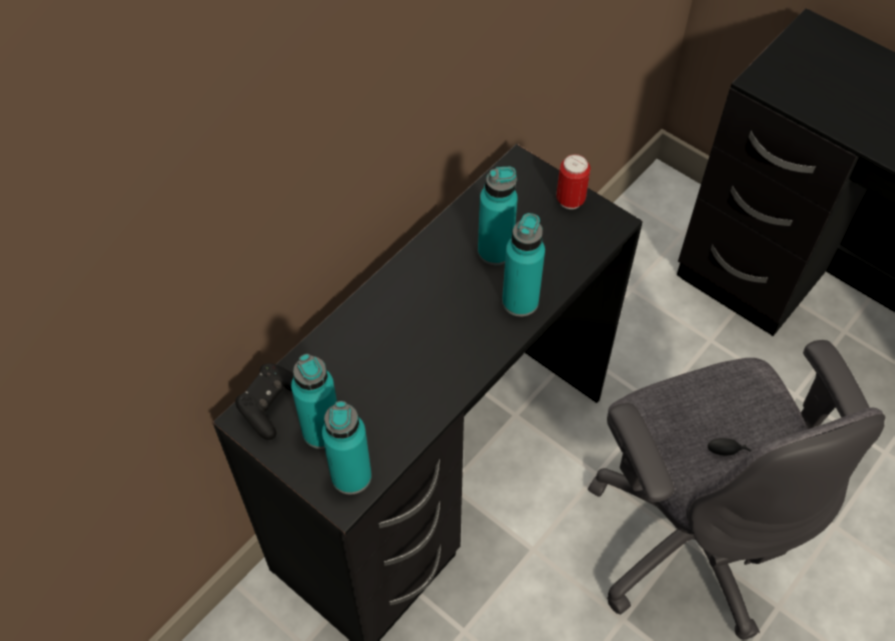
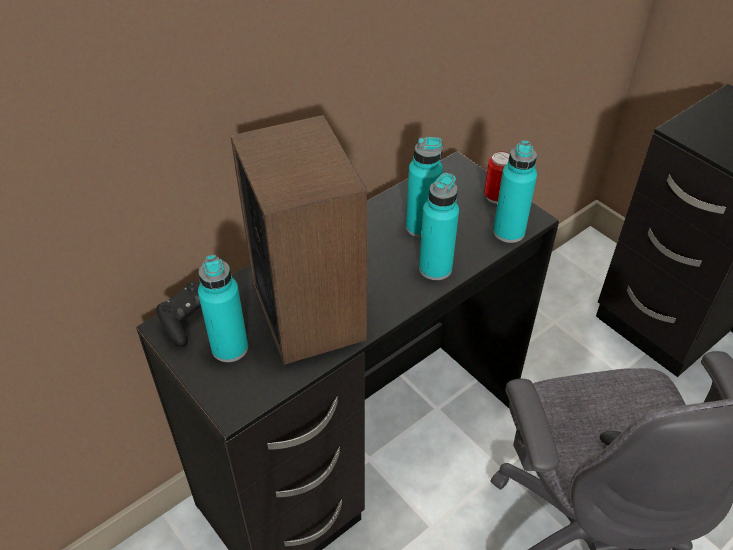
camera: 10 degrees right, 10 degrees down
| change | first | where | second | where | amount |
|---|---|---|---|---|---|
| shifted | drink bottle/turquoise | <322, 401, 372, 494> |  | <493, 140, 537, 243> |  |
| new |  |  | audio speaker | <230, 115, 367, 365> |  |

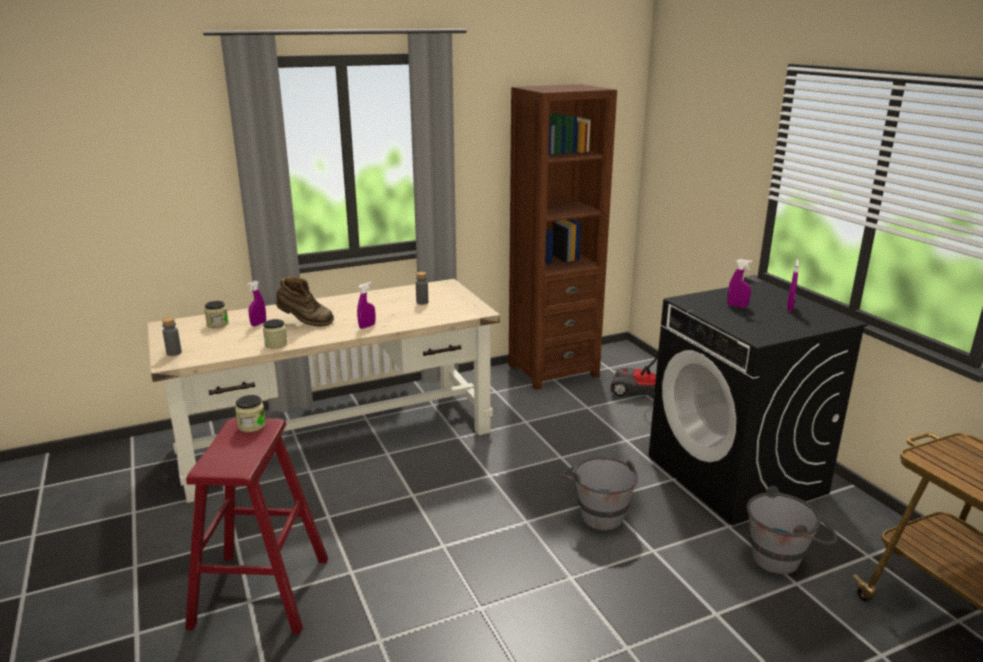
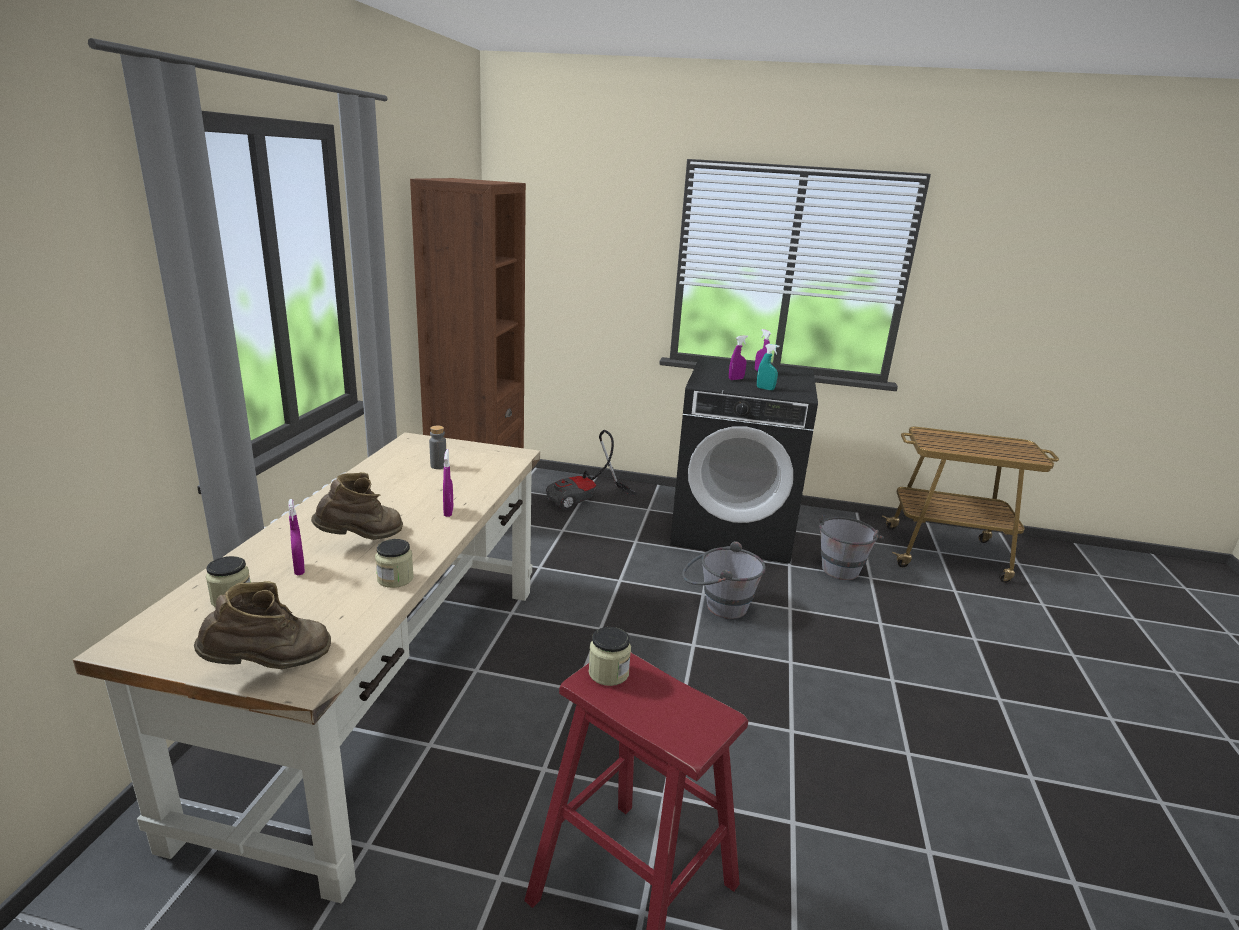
camera: 55 degrees left, 0 degrees up
| change | first | where | second | where | amount |
|---|---|---|---|---|---|
| swapped | drink bottle/greyish | <162, 317, 182, 356> | tall boot/brown | <194, 581, 331, 669> |  |
| new |  |  | sprayer/turquoise | <757, 344, 779, 390> |  |

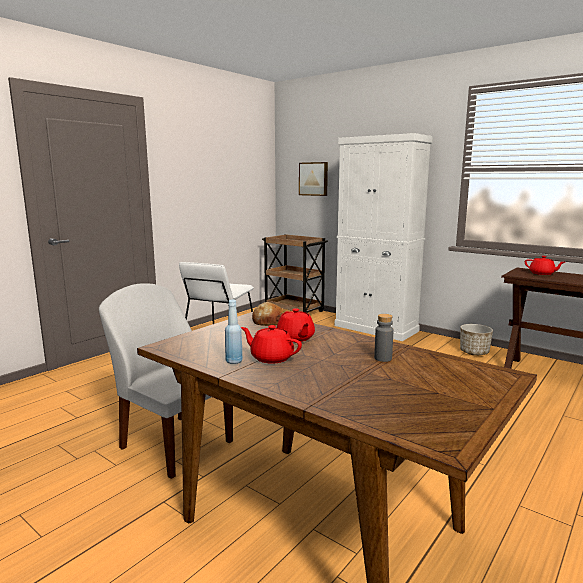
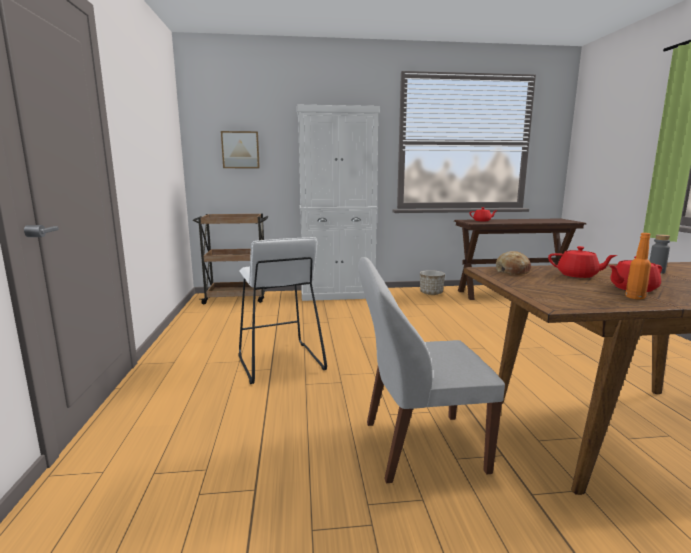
camera: 45 degrees left, 0 degrees up
| change | first | where | second | where | amount |
|---|---|---|---|---|---|
| repainted | drink bottle/blue-coloured | <225, 300, 243, 364> | drink bottle/orangey | <625, 233, 651, 300> |  |

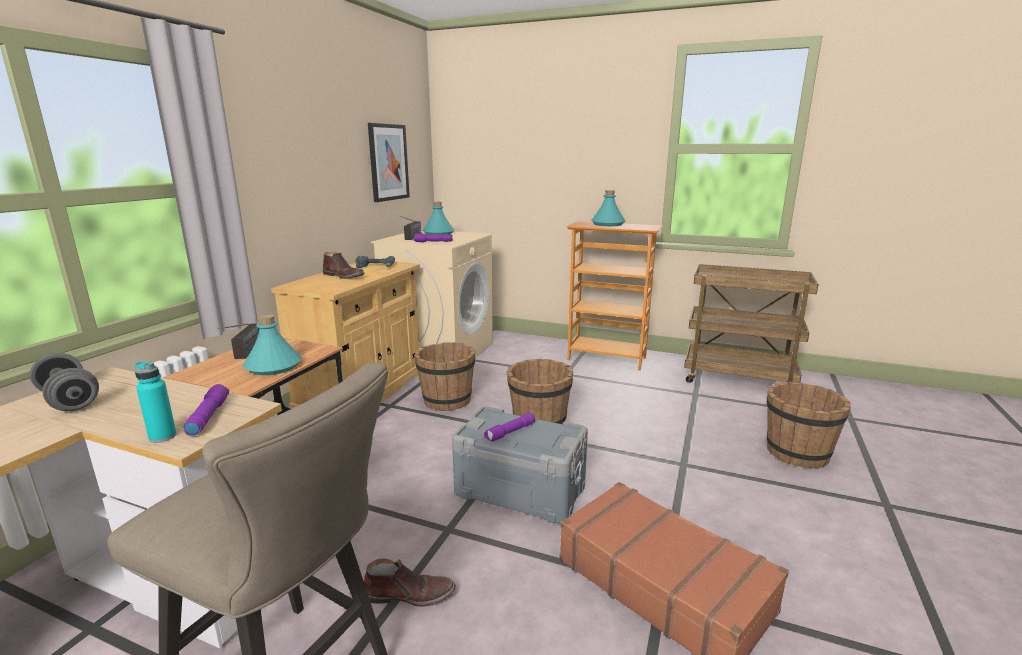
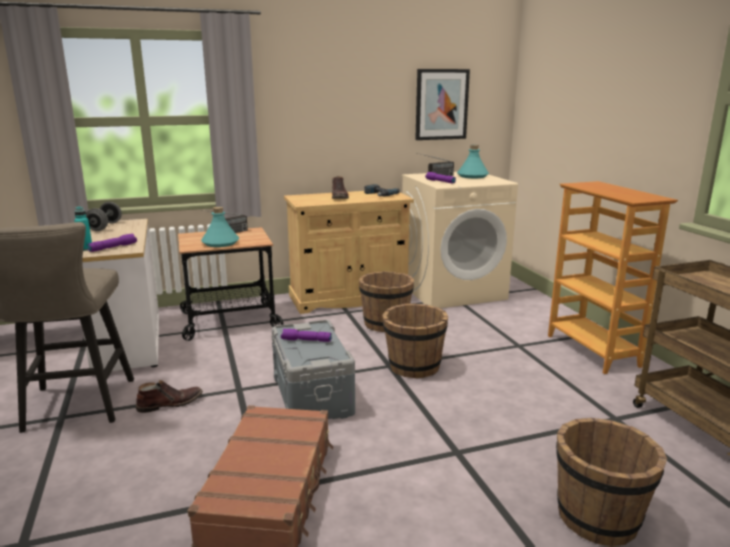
camera: 50 degrees right, 0 degrees up
| change | first | where | second | where | amount |
|---|---|---|---|---|---|
| gone | drink bottle/turquoise | <591, 190, 625, 226> |  |  |  |
| rotated | tall boot/brown | <364, 559, 456, 607> |  | <136, 380, 203, 413> | 75 degrees counterclockwise |

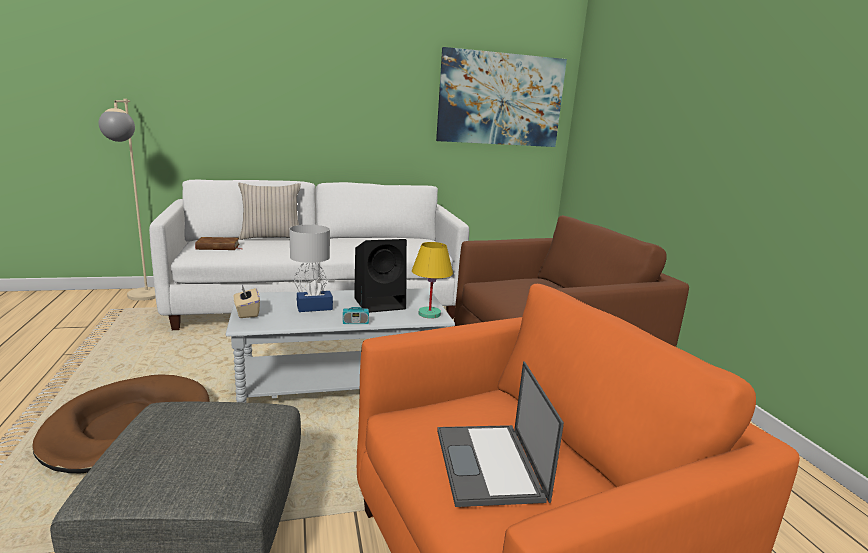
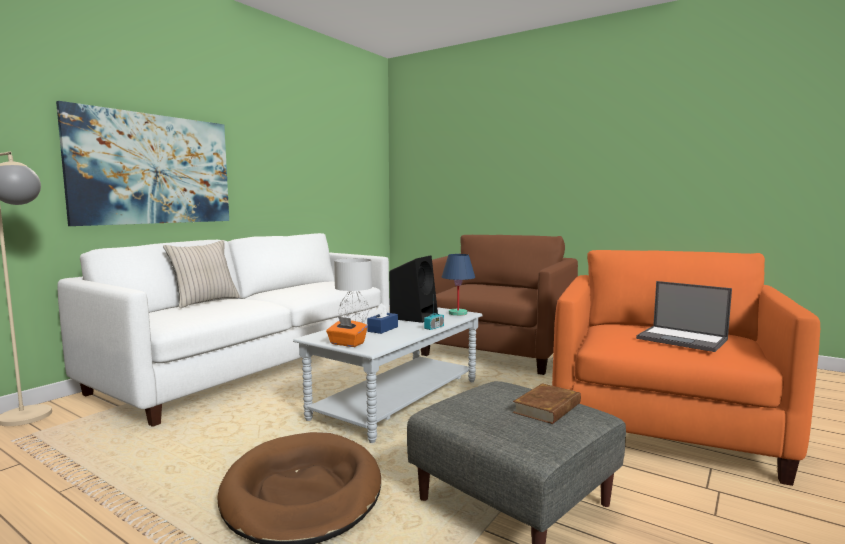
camera: 40 degrees left, 10 degrees down
| change | first | where | second | where | amount |
|---|---|---|---|---|---|
| shifted | wall picture | <436, 47, 567, 147> |  | <56, 101, 229, 226> |  |
| shifted | book/brown | <195, 237, 241, 250> |  | <513, 383, 581, 424> |  |
| repainted | lamp for a table/yellow | <412, 242, 453, 319> | lamp for a table/blue-coloured | <442, 254, 475, 316> |  |
| repainted | box of tissues/beige | <234, 285, 260, 318> | box of tissues/orangey | <326, 316, 368, 347> |  |

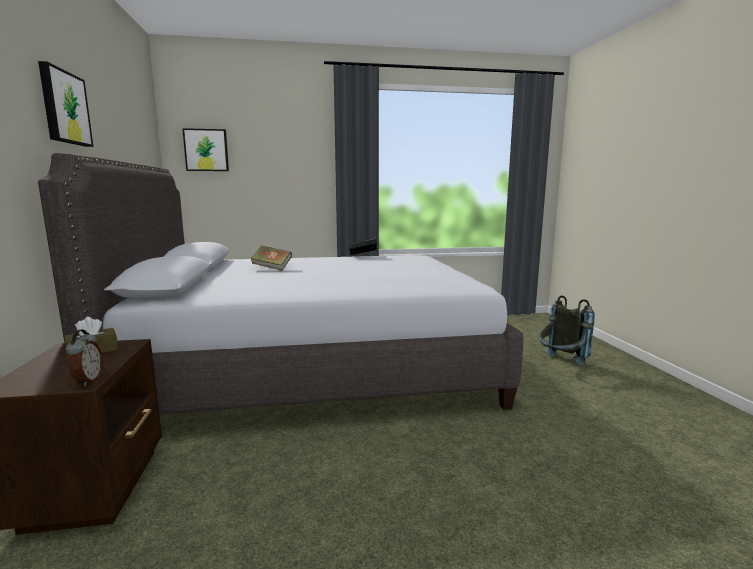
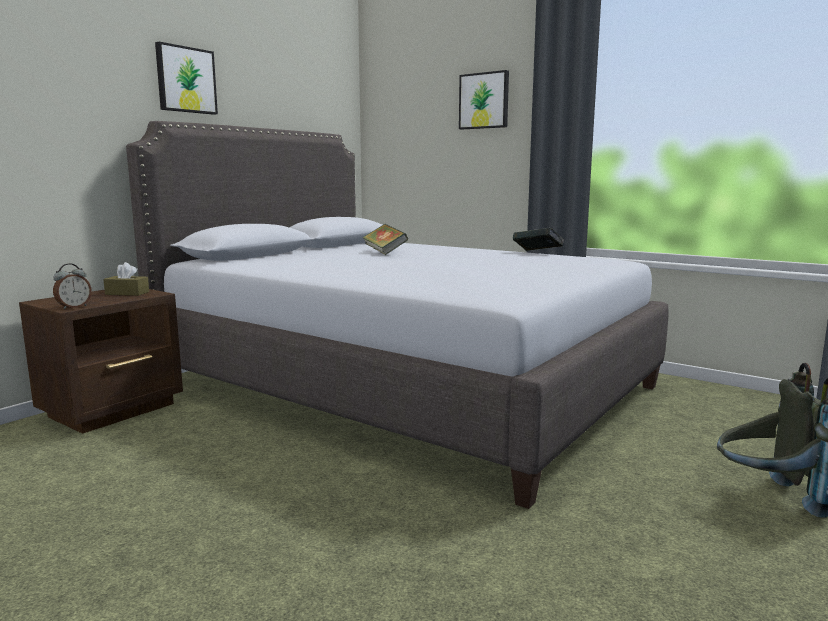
camera: 45 degrees right, 0 degrees up
| change | first | where | second | where | amount |
|---|---|---|---|---|---|
| shifted | wall picture | <182, 128, 229, 171> |  | <459, 70, 509, 129> |  |

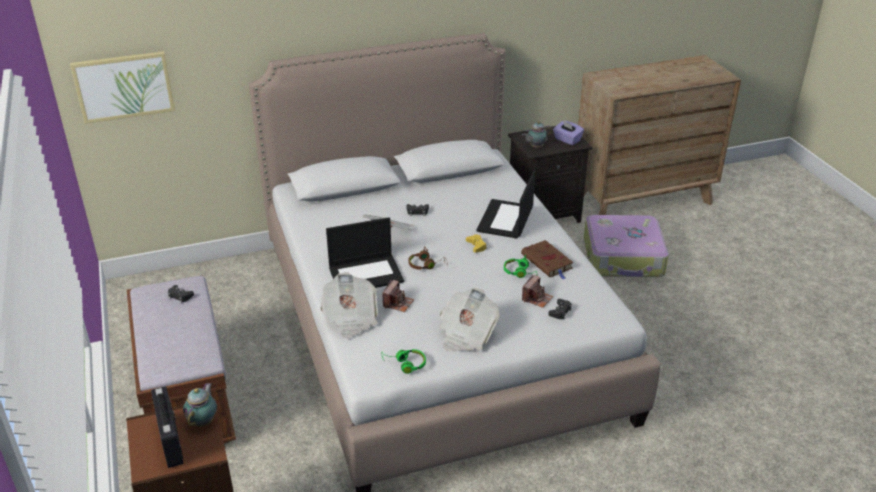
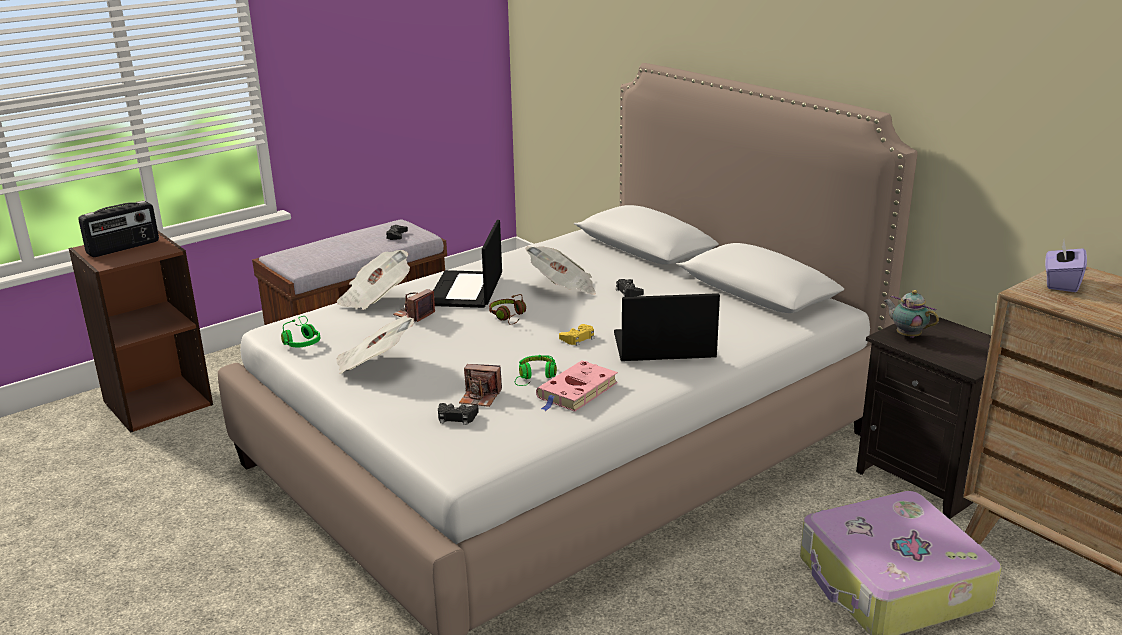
camera: 70 degrees right, 10 degrees down
| change | first | where | second | where | amount |
|---|---|---|---|---|---|
| gone | wall picture | <70, 51, 175, 124> |  |  |  |
| shifted | box of tissues/purple-coloured | <553, 121, 584, 145> |  | <1045, 240, 1087, 292> |  |
| rotated | laptop | <326, 217, 404, 288> |  | <433, 220, 502, 308> | 45 degrees clockwise |
| repainted | book/brown | <521, 240, 573, 280> | book/pinkish | <536, 360, 618, 412> |  |
| rotated | photo camera | <382, 280, 414, 312> |  | <393, 289, 435, 322> | 120 degrees clockwise |
| gone | pot for tea | <183, 383, 217, 427> |  |  |  |

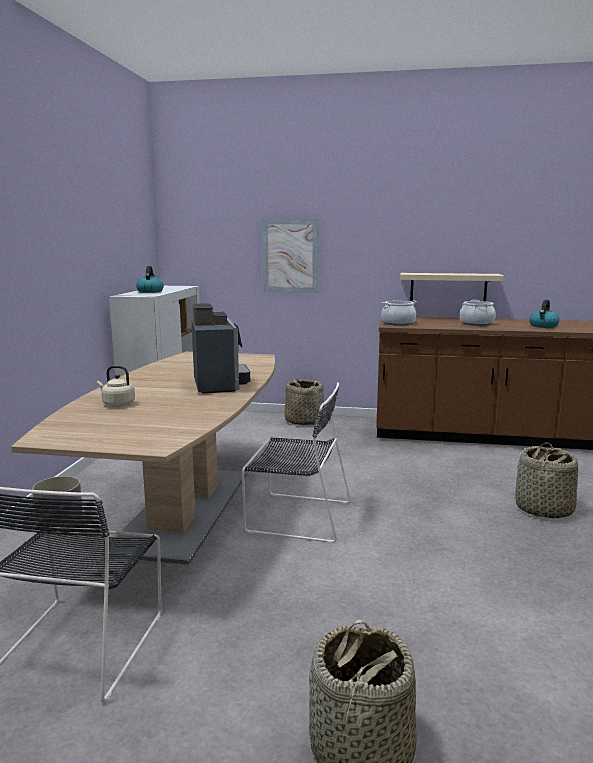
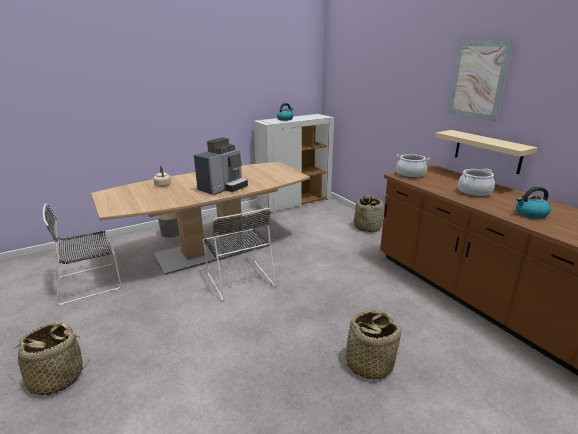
camera: 50 degrees right, 10 degrees up
| change | first | where | second | where | amount |
|---|---|---|---|---|---|
| shifted | wall picture | <262, 219, 319, 293> |  | <448, 40, 514, 121> |  |

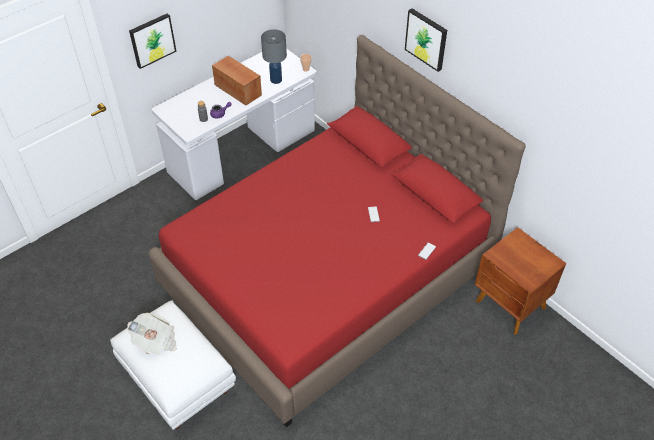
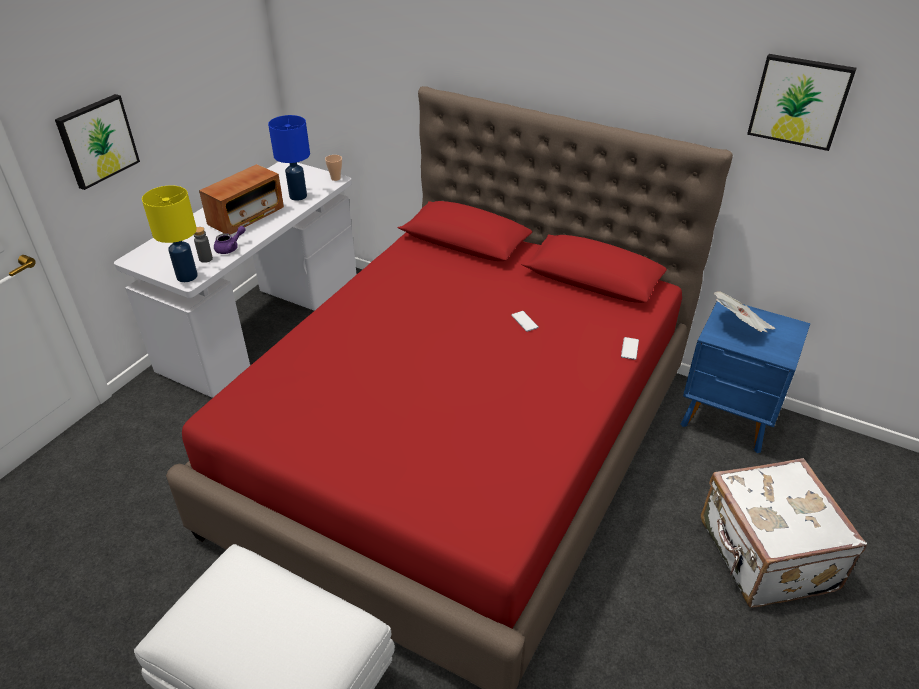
camera: 20 degrees left, 10 degrees down
| change | first | where | second | where | amount |
|---|---|---|---|---|---|
| shifted | wall picture | <405, 8, 447, 72> |  | <747, 54, 857, 151> |  |
| repainted | lamp for a table/greyish | <261, 29, 287, 84> | lamp for a table/blue-coloured | <268, 115, 310, 201> |  |
| rotated | radio | <212, 56, 262, 105> |  | <199, 164, 284, 235> | 105 degrees clockwise |
| repainted | nightstand/brown | <475, 227, 566, 335> | nightstand/blue-coloured | <681, 301, 810, 453> |  |
| shifted | daily paper | <127, 313, 177, 354> |  | <714, 292, 775, 332> |  |
| new |  |  | lamp for a table/yellow | <142, 185, 198, 282> |  |
| new |  |  | travel case/whitish | <701, 458, 867, 607> |  |

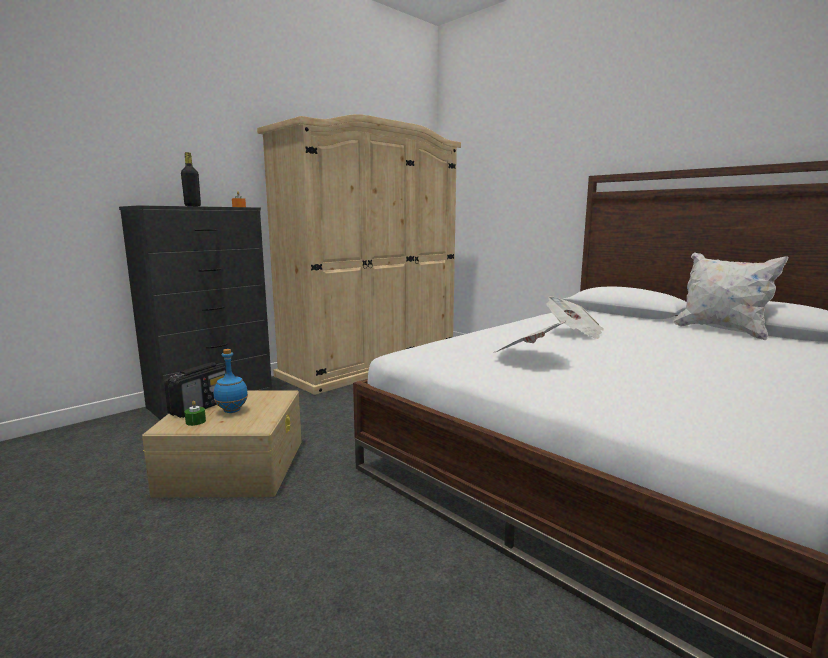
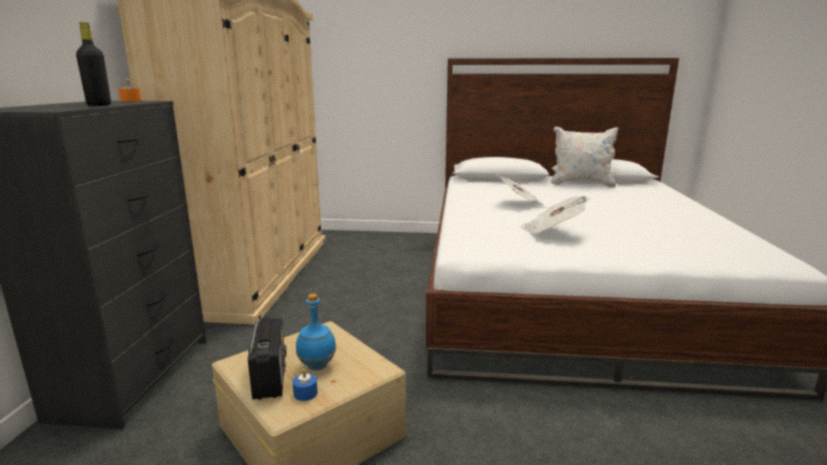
camera: 40 degrees left, 5 degrees up
| change | first | where | second | where | amount |
|---|---|---|---|---|---|
| repainted | wax candle/greenish | <184, 401, 206, 426> | wax candle/blue-coloured | <293, 369, 318, 401> |  |

